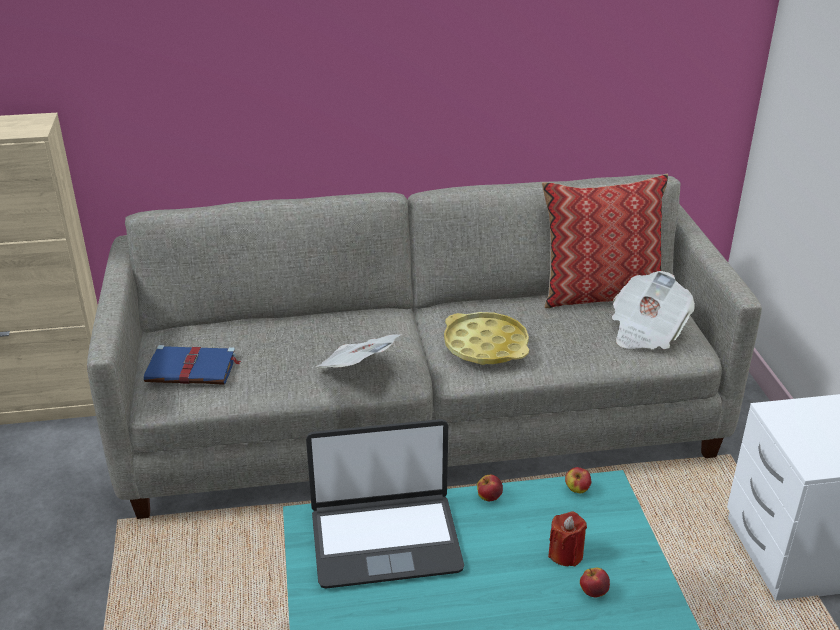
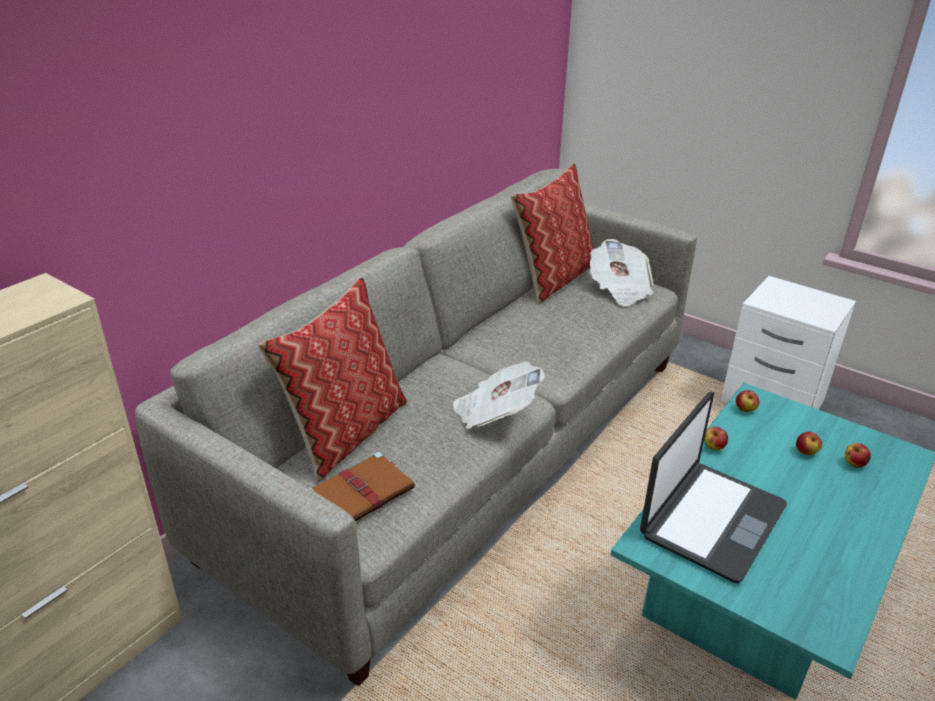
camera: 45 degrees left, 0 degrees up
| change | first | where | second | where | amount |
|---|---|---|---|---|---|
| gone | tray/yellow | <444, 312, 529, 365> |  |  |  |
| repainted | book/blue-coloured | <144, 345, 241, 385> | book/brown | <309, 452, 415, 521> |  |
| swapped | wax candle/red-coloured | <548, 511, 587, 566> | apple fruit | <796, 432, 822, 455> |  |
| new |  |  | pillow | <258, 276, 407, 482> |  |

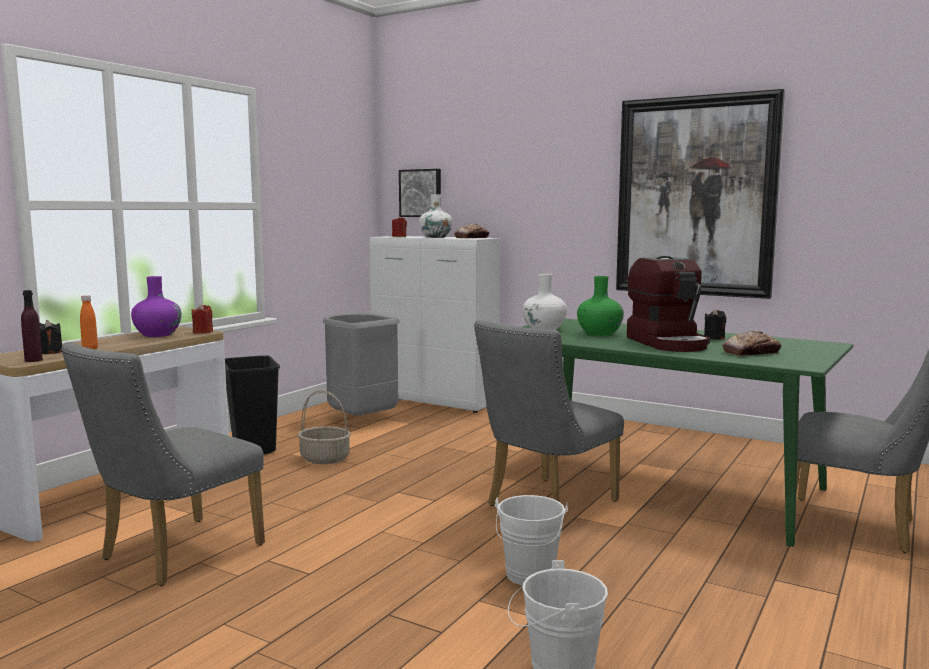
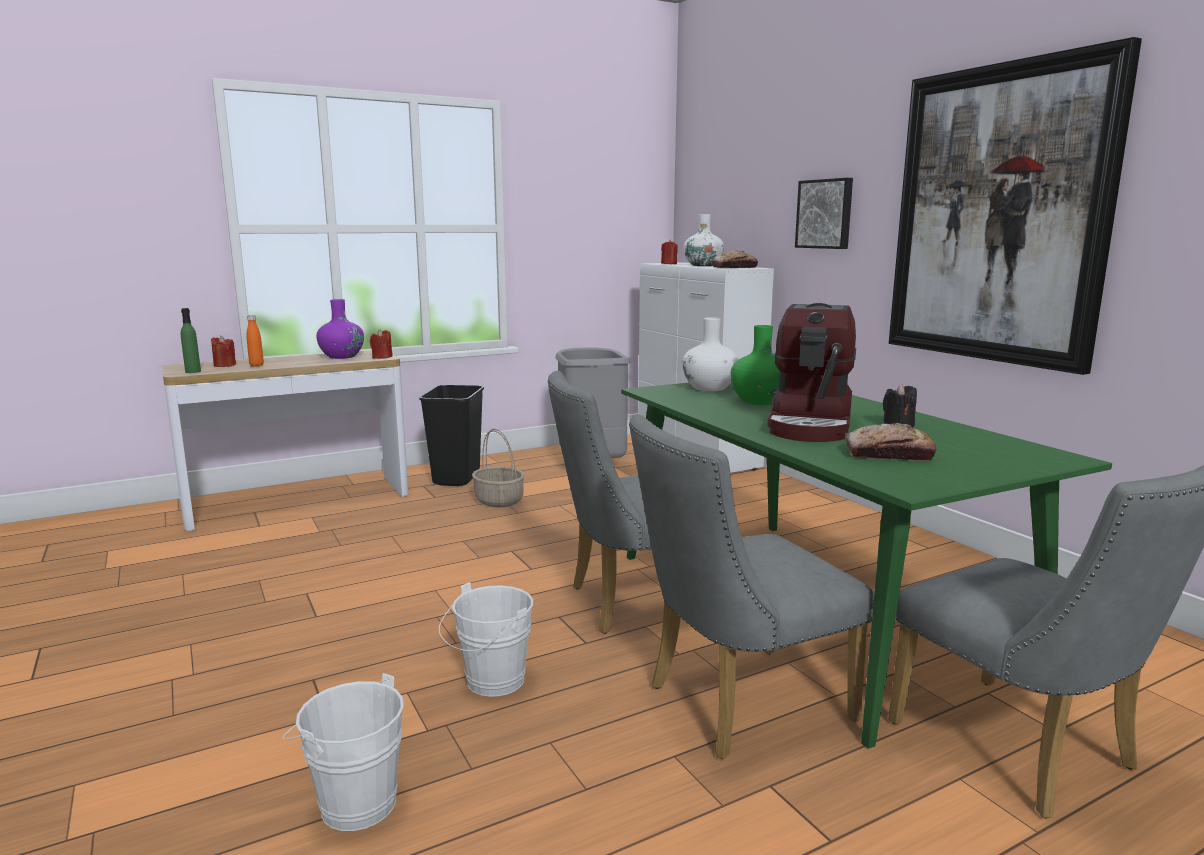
camera: 30 degrees right, 5 degrees up
| change | first | where | second | where | amount |
|---|---|---|---|---|---|
| shifted | wall picture | <399, 169, 441, 217> |  | <795, 178, 853, 249> |  |
| repainted | drink bottle/purple-coloured | <21, 290, 43, 362> | drink bottle/greenish | <181, 308, 201, 373> |  |
| repainted | wax candle/blackish | <39, 320, 62, 354> | wax candle/red-coloured | <211, 336, 236, 367> |  |
| shifted | upright chair/greyish | <61, 342, 265, 586> |  | <629, 414, 874, 760> |  |

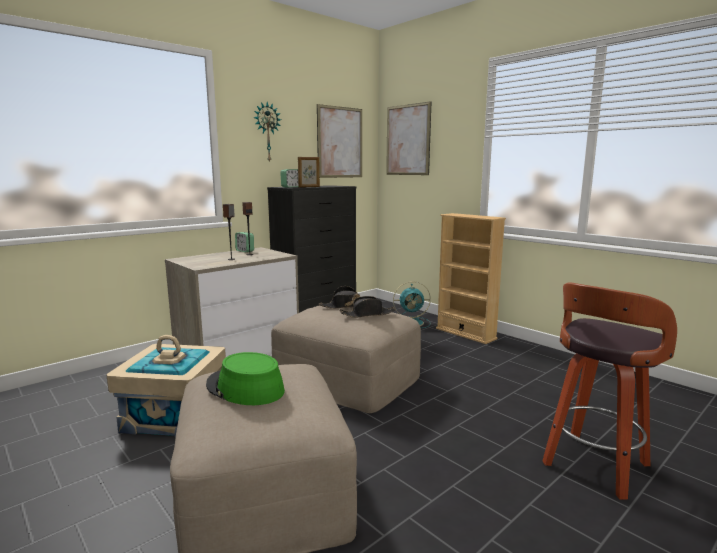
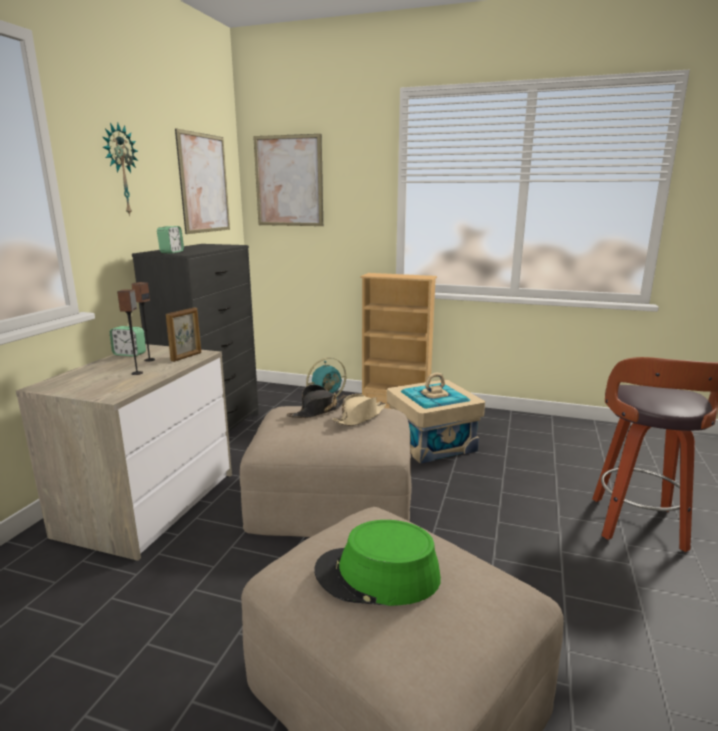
camera: 30 degrees left, 5 degrees up
| change | first | where | second | where | amount |
|---|---|---|---|---|---|
| shifted | photo frame | <298, 157, 320, 187> |  | <166, 307, 201, 362> |  |
| repainted | wearable hat/blackish | <339, 296, 396, 318> | wearable hat/beige | <332, 394, 386, 426> |  |
| shifted | storage box/beige | <106, 335, 226, 437> |  | <387, 373, 485, 464> |  |

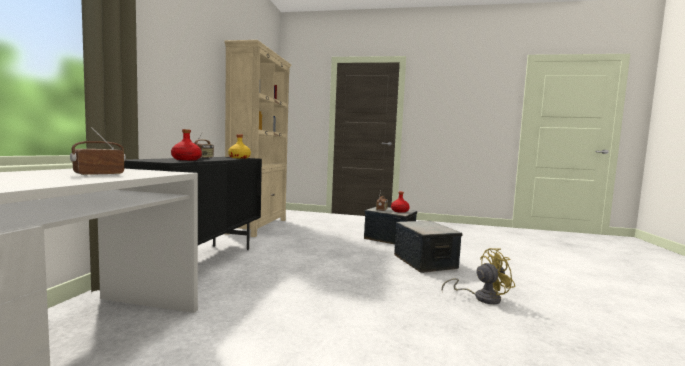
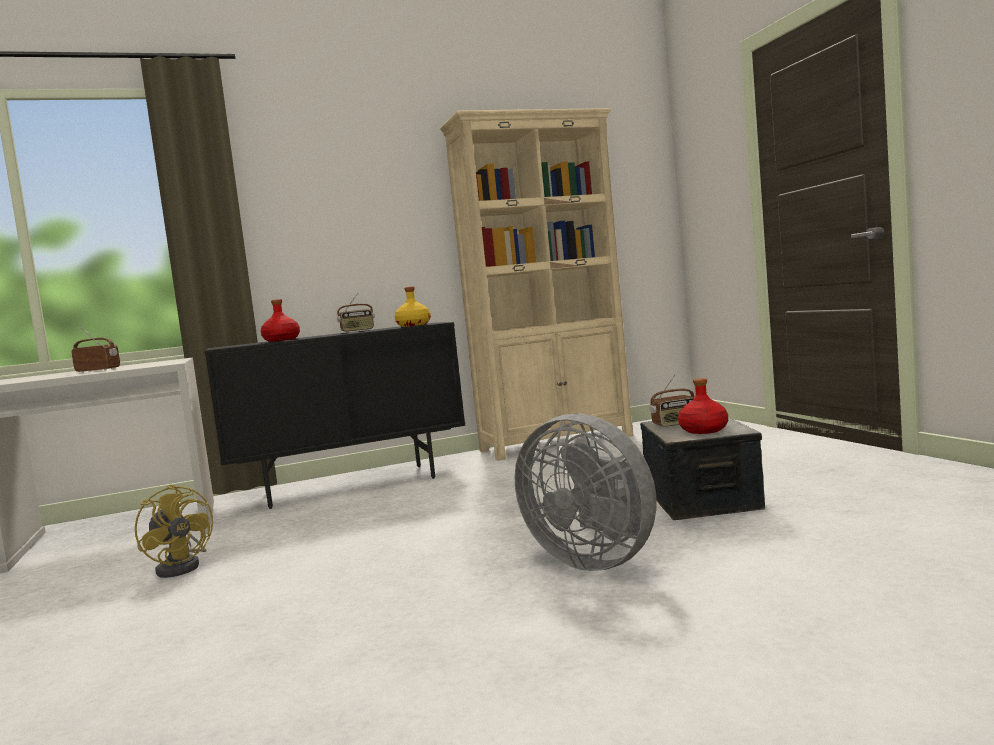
camera: 60 degrees right, 0 degrees up
| change | first | where | second | where | amount |
|---|---|---|---|---|---|
| swapped | storage box | <394, 221, 462, 273> | fan/greyish | <515, 413, 656, 571> |  |
| shifted | fan/yellow | <442, 248, 515, 304> |  | <135, 485, 213, 578> |  |

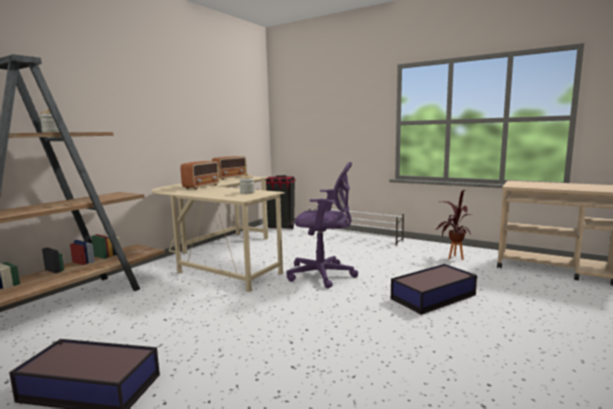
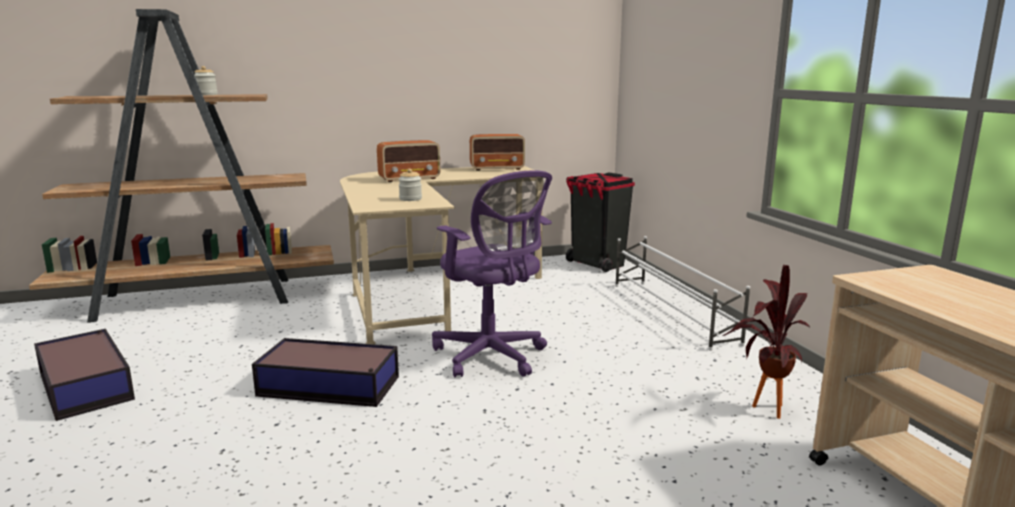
camera: 40 degrees right, 5 degrees up
| change | first | where | second | where | amount |
|---|---|---|---|---|---|
| shifted | storage box | <391, 264, 477, 315> |  | <252, 338, 399, 407> |  |

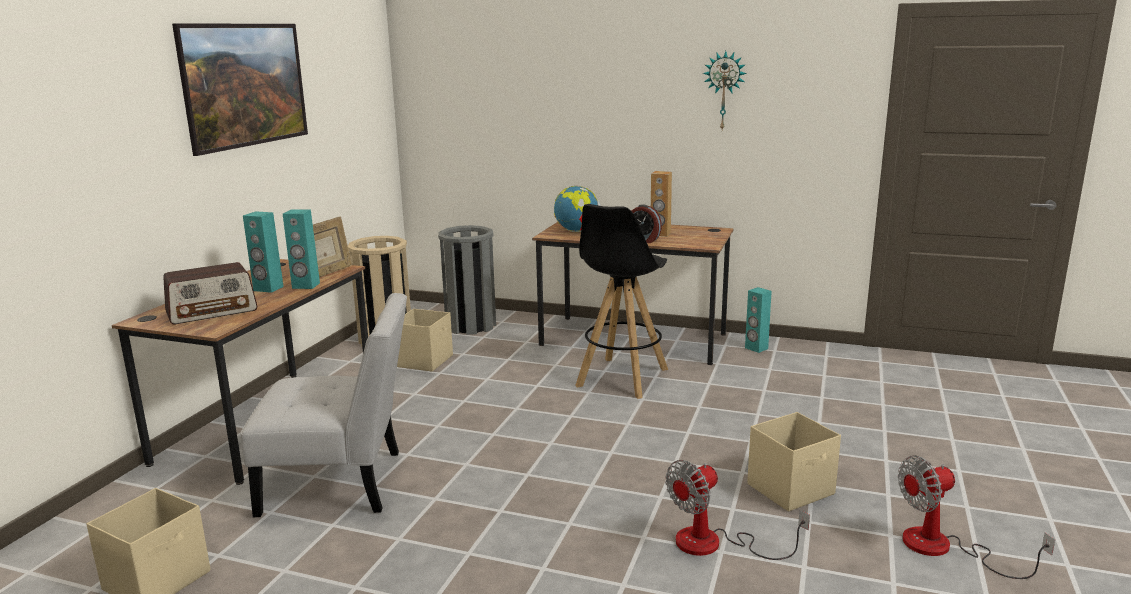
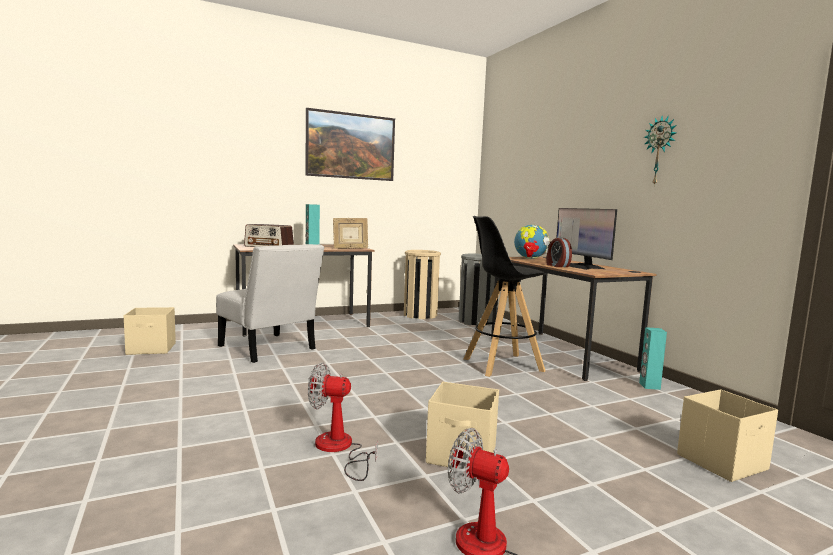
camera: 45 degrees right, 10 degrees down
| change | first | where | second | where | amount |
|---|---|---|---|---|---|
| swapped | audio speaker/brown | <651, 171, 672, 237> | computer display | <556, 208, 617, 270> |  |
| gone | audio speaker/turquoise | <283, 209, 320, 289> |  |  |  |
| shifted | storage box/beige | <397, 309, 453, 371> |  | <677, 389, 778, 482> |  |

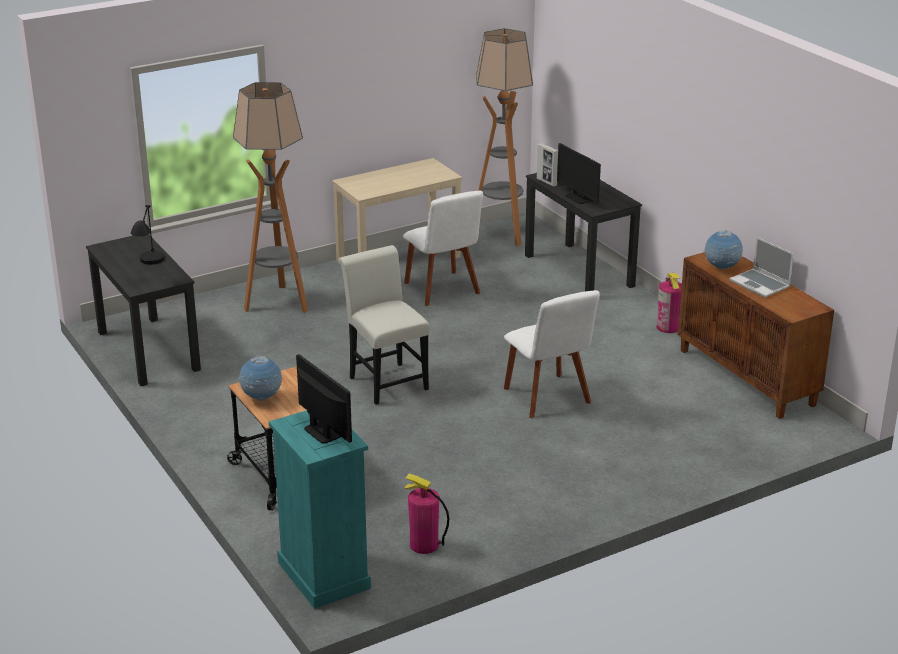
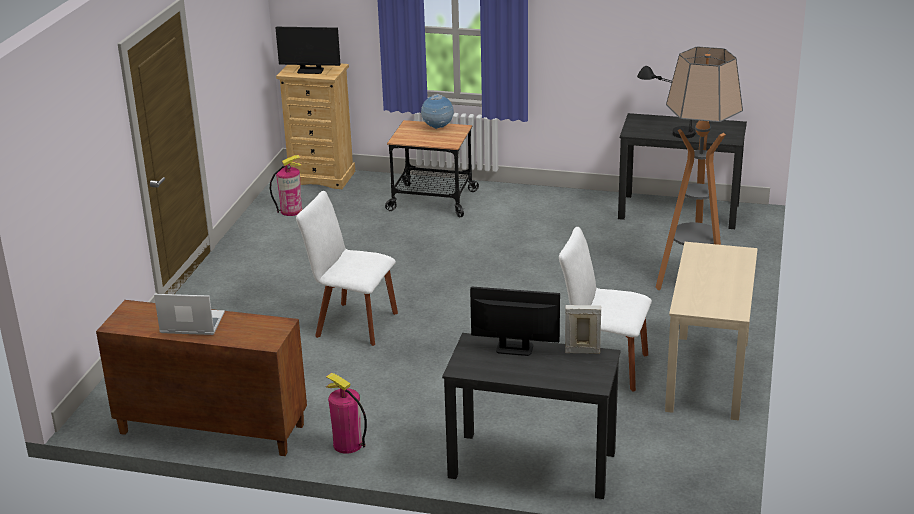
camera: 135 degrees right, 0 degrees up
| change | first | where | second | where | amount |
|---|---|---|---|---|---|
| gone | floor lamp | <476, 28, 533, 246> |  |  |  |
| gone | world globe | <704, 229, 743, 270> |  |  |  |
| gone | upright chair/whitish | <339, 245, 430, 405> |  |  |  |
| repainted | chest of drawers/turquoise | <269, 410, 371, 609> | chest of drawers/beige | <276, 63, 355, 189> |  |

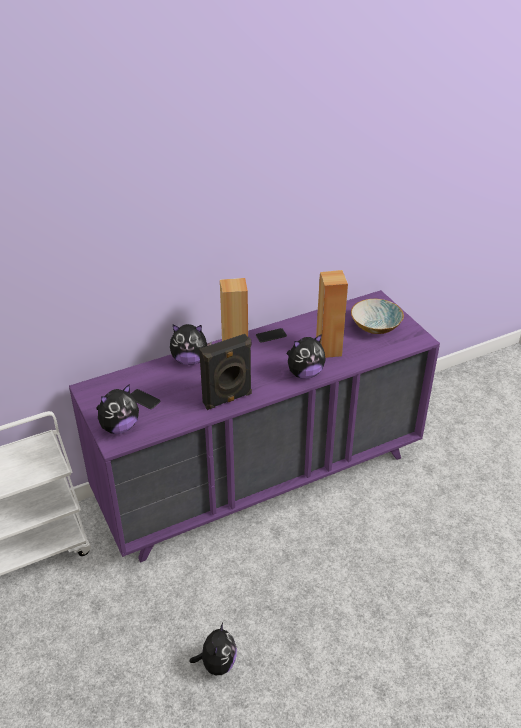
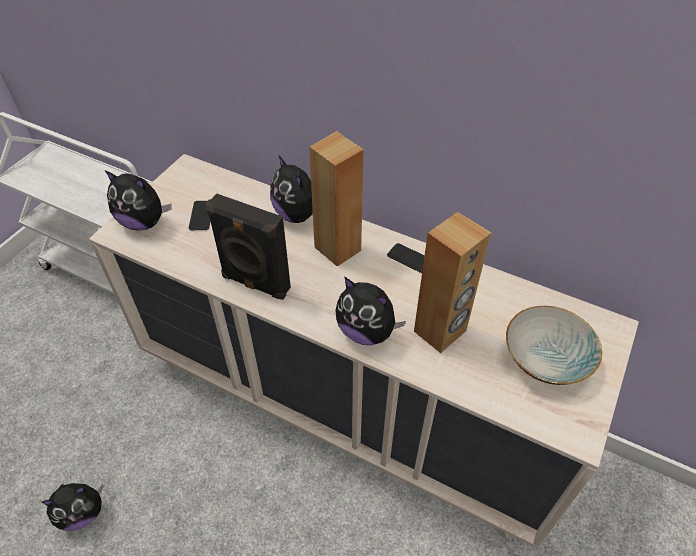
camera: 55 degrees right, 10 degrees up
| change | first | where | second | where | amount |
|---|---|---|---|---|---|
| repainted | chest of drawers/purple-coloured | <69, 290, 440, 562> | chest of drawers/beige | <89, 154, 639, 548> |  |

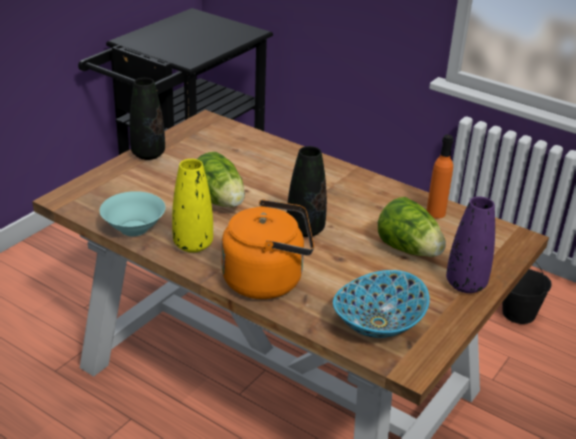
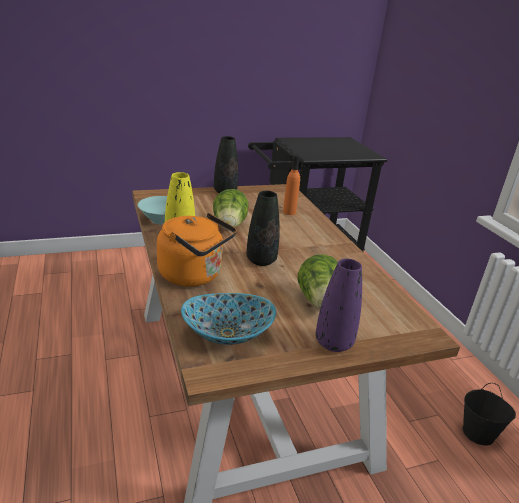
camera: 35 degrees right, 5 degrees down
| change | first | where | second | where | amount |
|---|---|---|---|---|---|
| shifted | drink bottle/orangey | <427, 134, 454, 219> |  | <283, 155, 300, 215> |  |

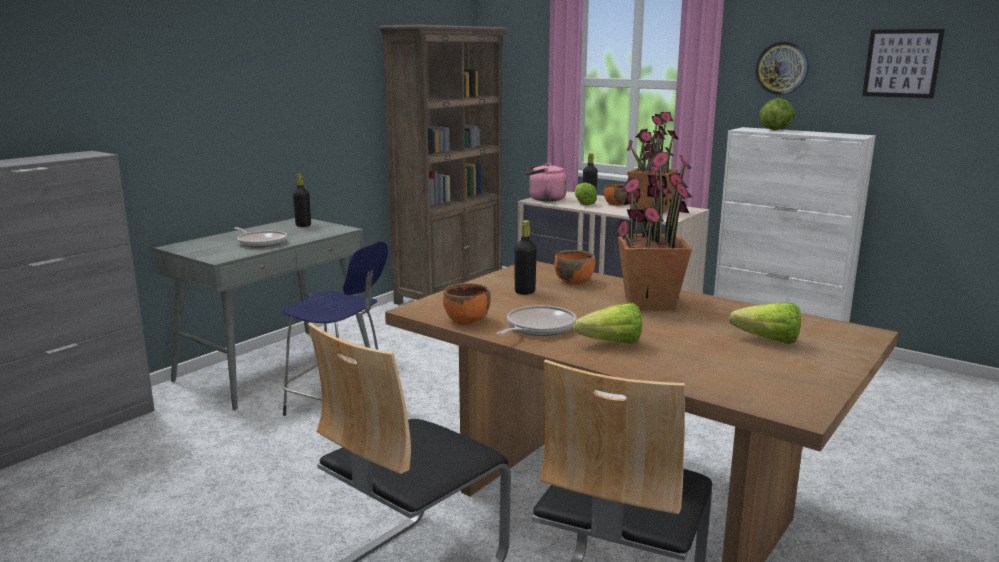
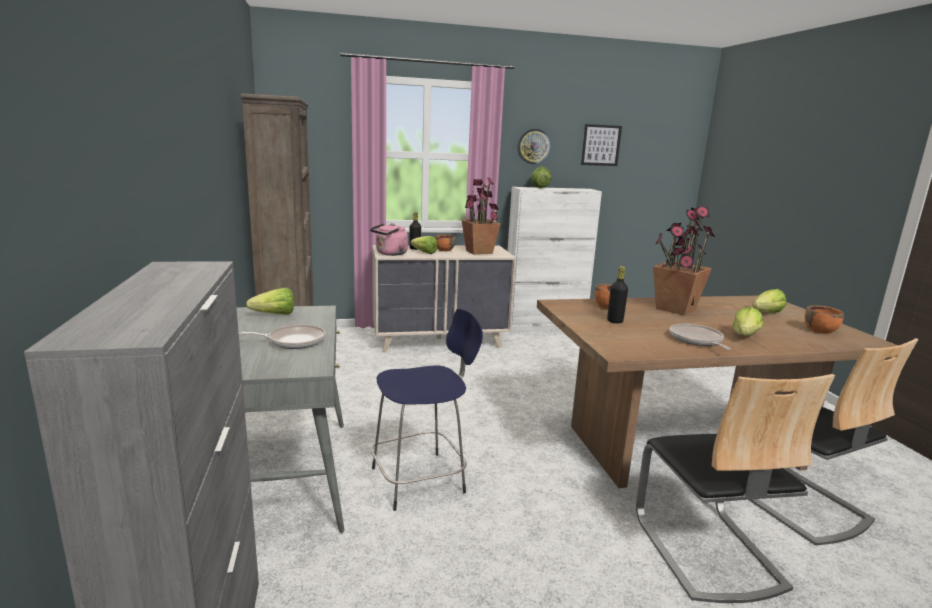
camera: 50 degrees left, 0 degrees up
| change | first | where | second | where | amount |
|---|---|---|---|---|---|
| swapped | drink bottle/blackish | <293, 174, 311, 227> | lettuce | <246, 288, 294, 315> |  |
| shifted | bowl/orangey | <443, 283, 491, 325> |  | <804, 305, 844, 334> |  |

